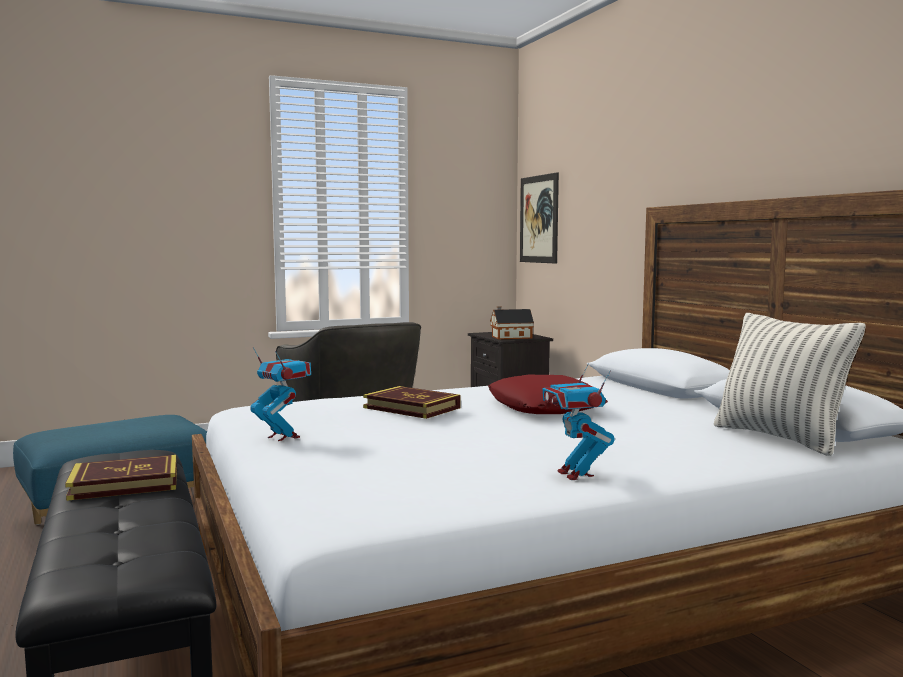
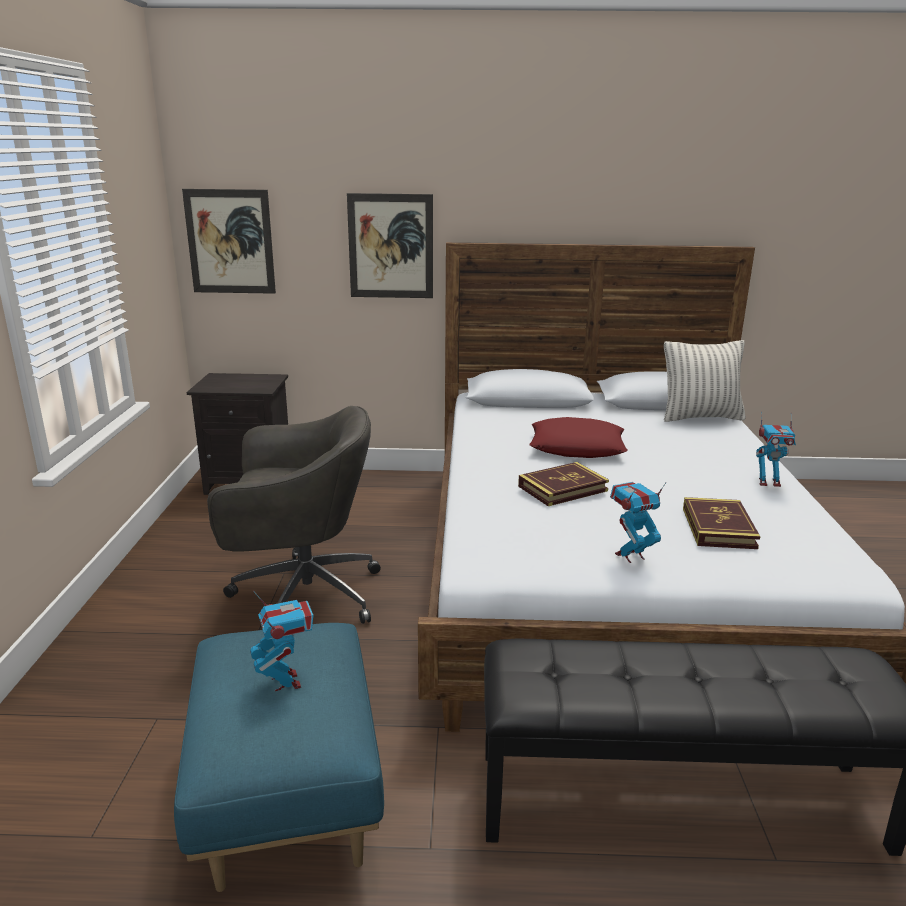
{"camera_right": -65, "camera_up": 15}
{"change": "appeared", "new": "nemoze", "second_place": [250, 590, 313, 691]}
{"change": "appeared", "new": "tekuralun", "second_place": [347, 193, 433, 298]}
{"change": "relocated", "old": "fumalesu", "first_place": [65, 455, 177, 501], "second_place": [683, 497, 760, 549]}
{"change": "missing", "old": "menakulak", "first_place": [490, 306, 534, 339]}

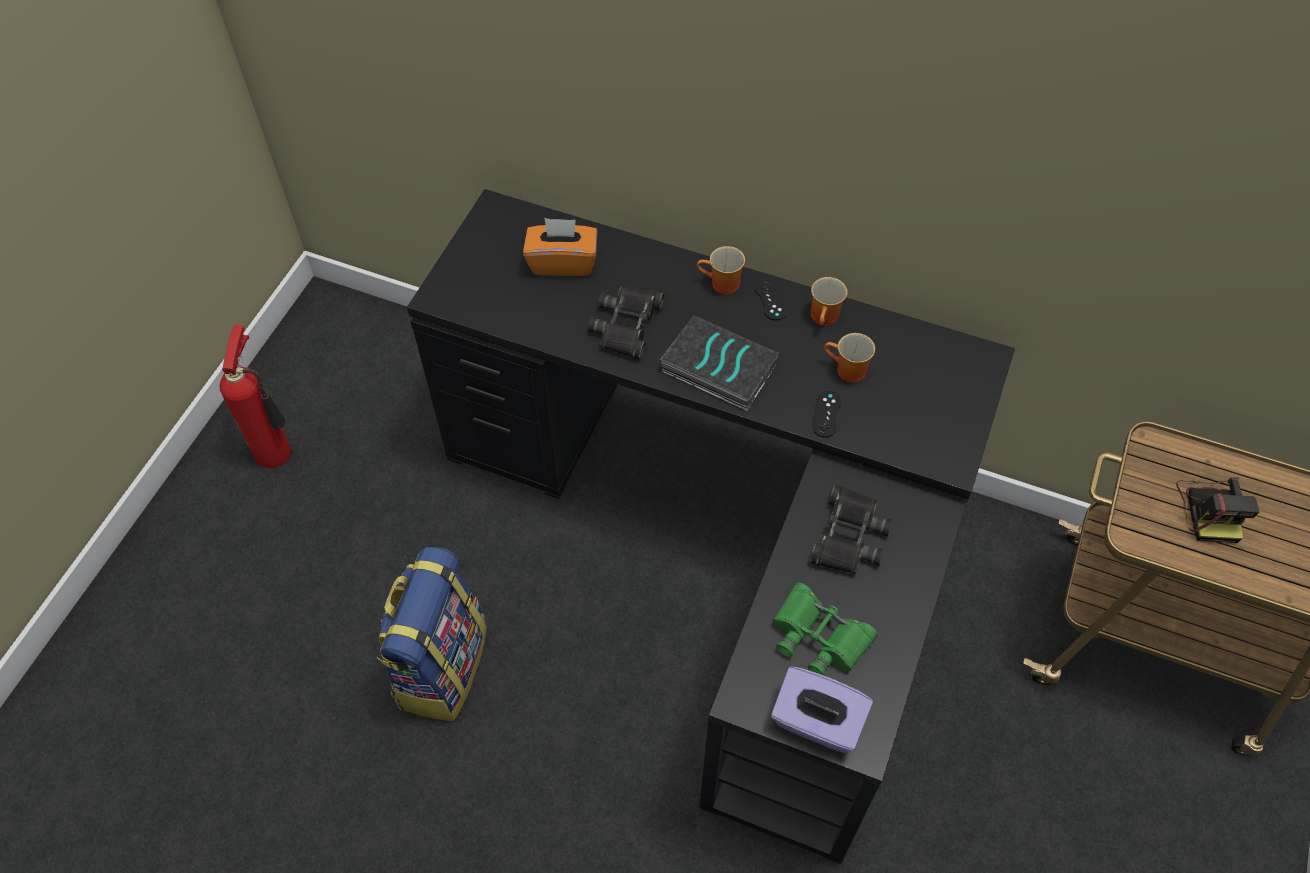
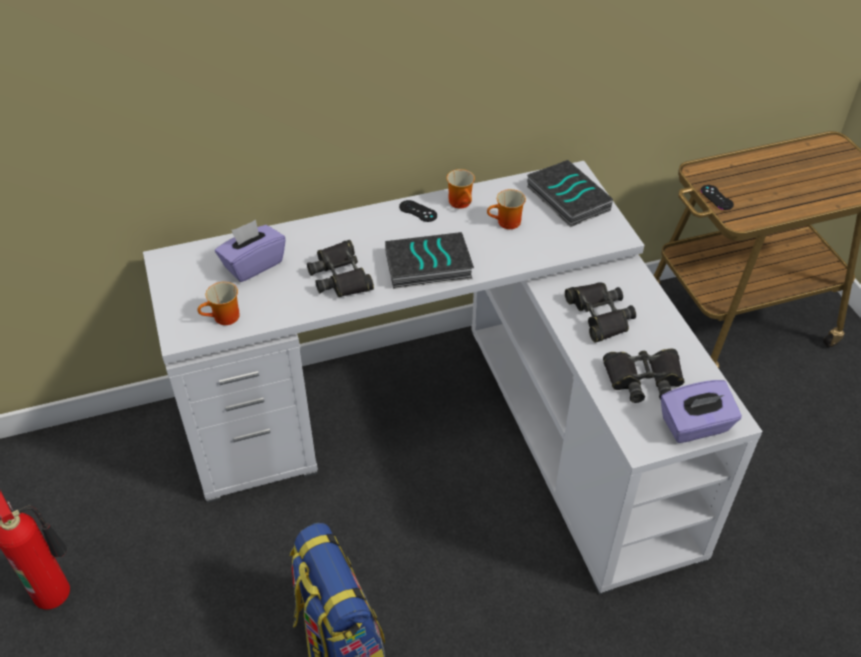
{"camera_right": -40, "camera_up": -10}
{"change": "colour", "old": "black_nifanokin", "new": "white_nifanokin", "first_place": [407, 189, 1015, 864], "second_place": [143, 161, 762, 595]}
{"change": "relocated", "old": "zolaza", "first_place": [697, 246, 745, 294], "second_place": [197, 282, 240, 325]}
{"change": "colour", "old": "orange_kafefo", "new": "purple_kafefo", "first_place": [523, 218, 597, 276], "second_place": [215, 220, 286, 282]}
{"change": "appeared", "new": "fumalesu", "second_place": [527, 160, 613, 227]}
{"change": "colour", "old": "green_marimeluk", "new": "black_marimeluk", "first_place": [773, 582, 878, 676], "second_place": [603, 349, 685, 403]}
{"change": "relocated", "old": "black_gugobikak", "first_place": [812, 391, 841, 438], "second_place": [701, 185, 734, 210]}
{"change": "missing", "old": "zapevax", "first_place": [1176, 477, 1260, 543]}

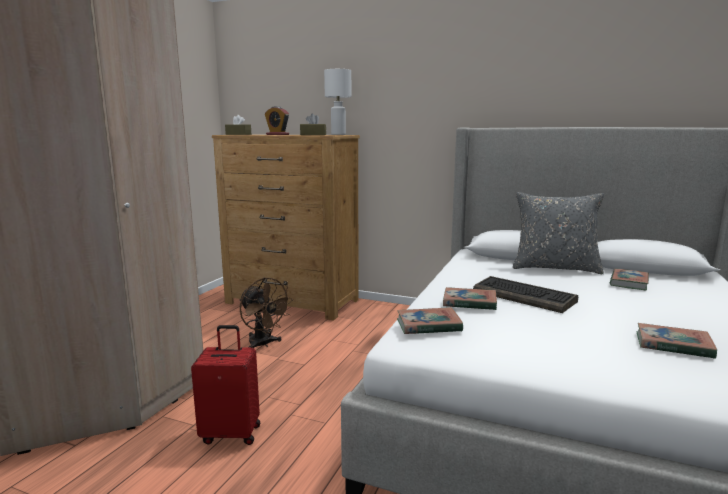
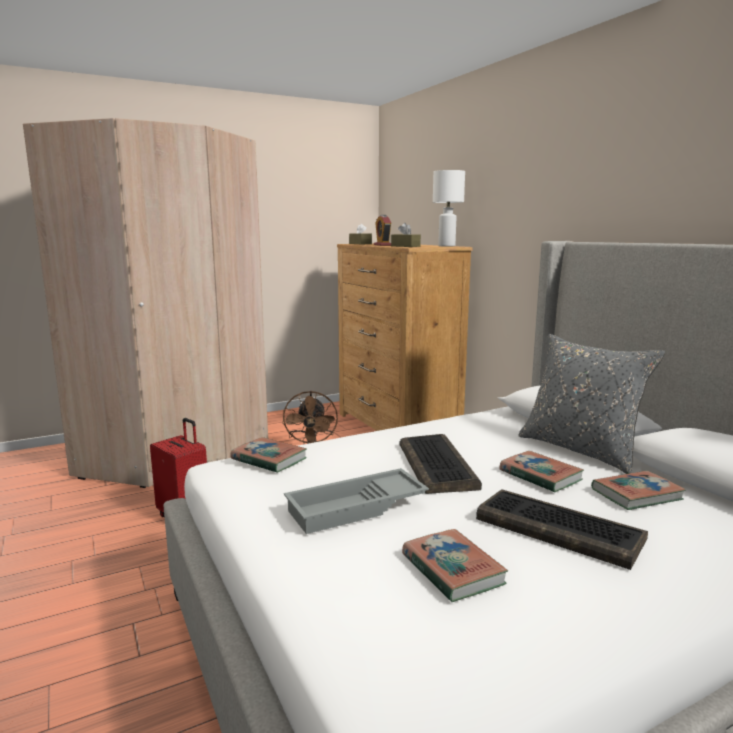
{"camera_right": 40, "camera_up": 0}
{"change": "appeared", "new": "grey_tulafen", "second_place": [284, 468, 429, 534]}
{"change": "appeared", "new": "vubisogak", "second_place": [476, 490, 648, 570]}
{"change": "relocated", "old": "fumalesu", "first_place": [443, 287, 497, 310], "second_place": [500, 451, 584, 493]}

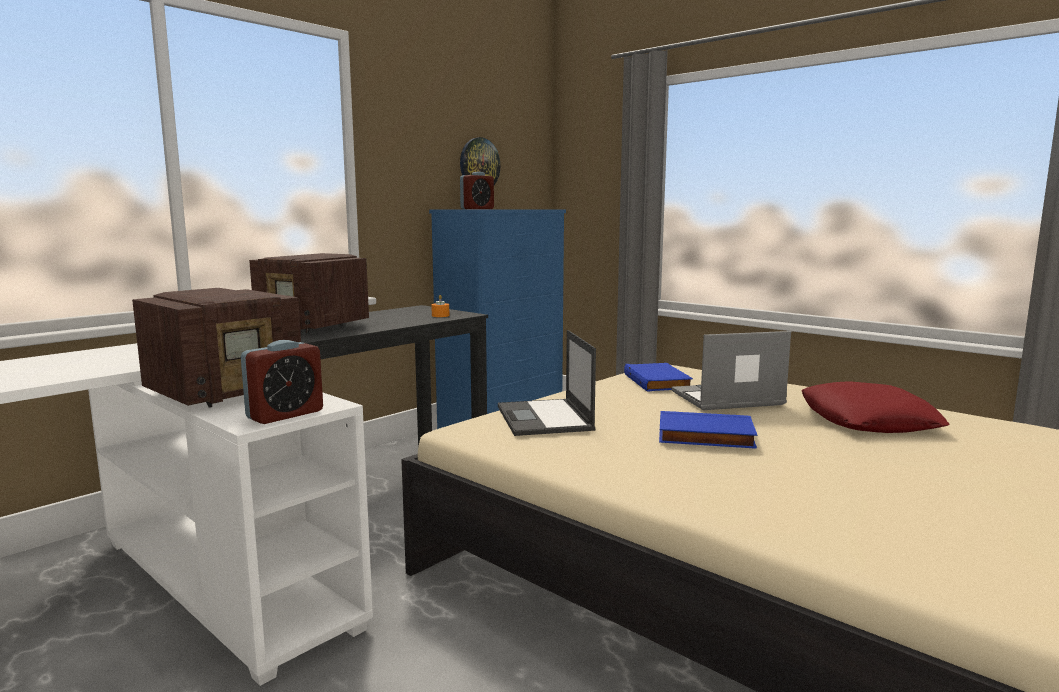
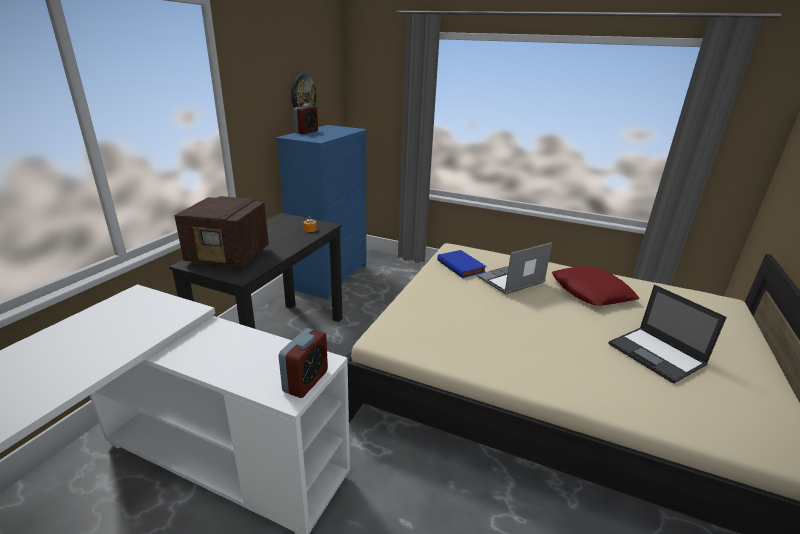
{"camera_right": -20, "camera_up": 15}
{"change": "relocated", "old": "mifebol", "first_place": [498, 330, 596, 436], "second_place": [609, 284, 727, 384]}
{"change": "missing", "old": "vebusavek", "first_place": [132, 288, 301, 408]}
{"change": "missing", "old": "blue_fumalesu", "first_place": [659, 411, 758, 449]}

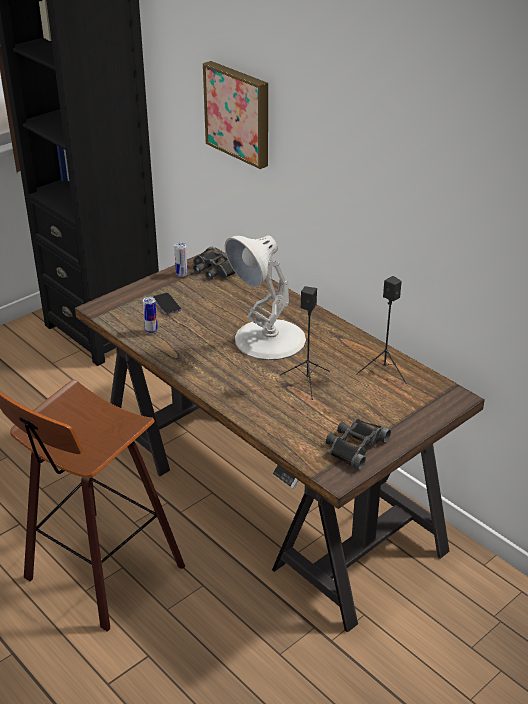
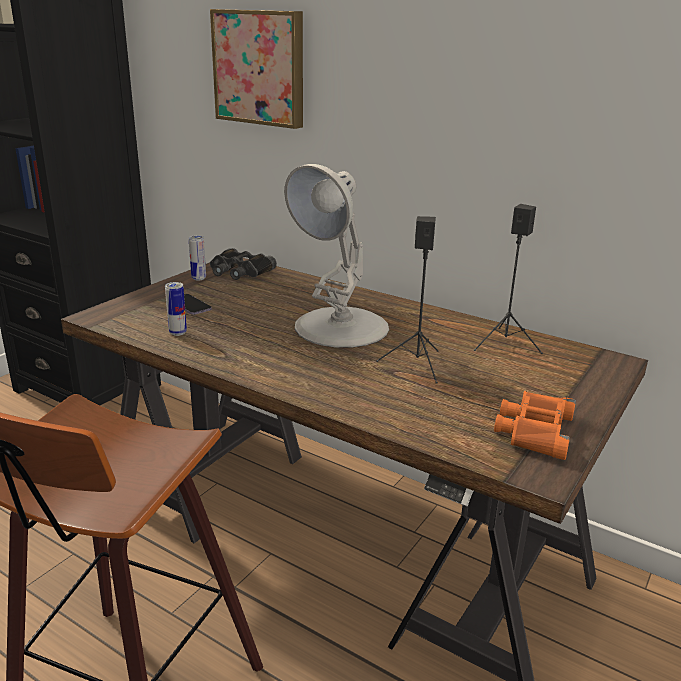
{"camera_right": -15, "camera_up": -10}
{"change": "colour", "old": "black_marimeluk", "new": "orange_marimeluk", "first_place": [326, 418, 391, 470], "second_place": [494, 391, 576, 460]}

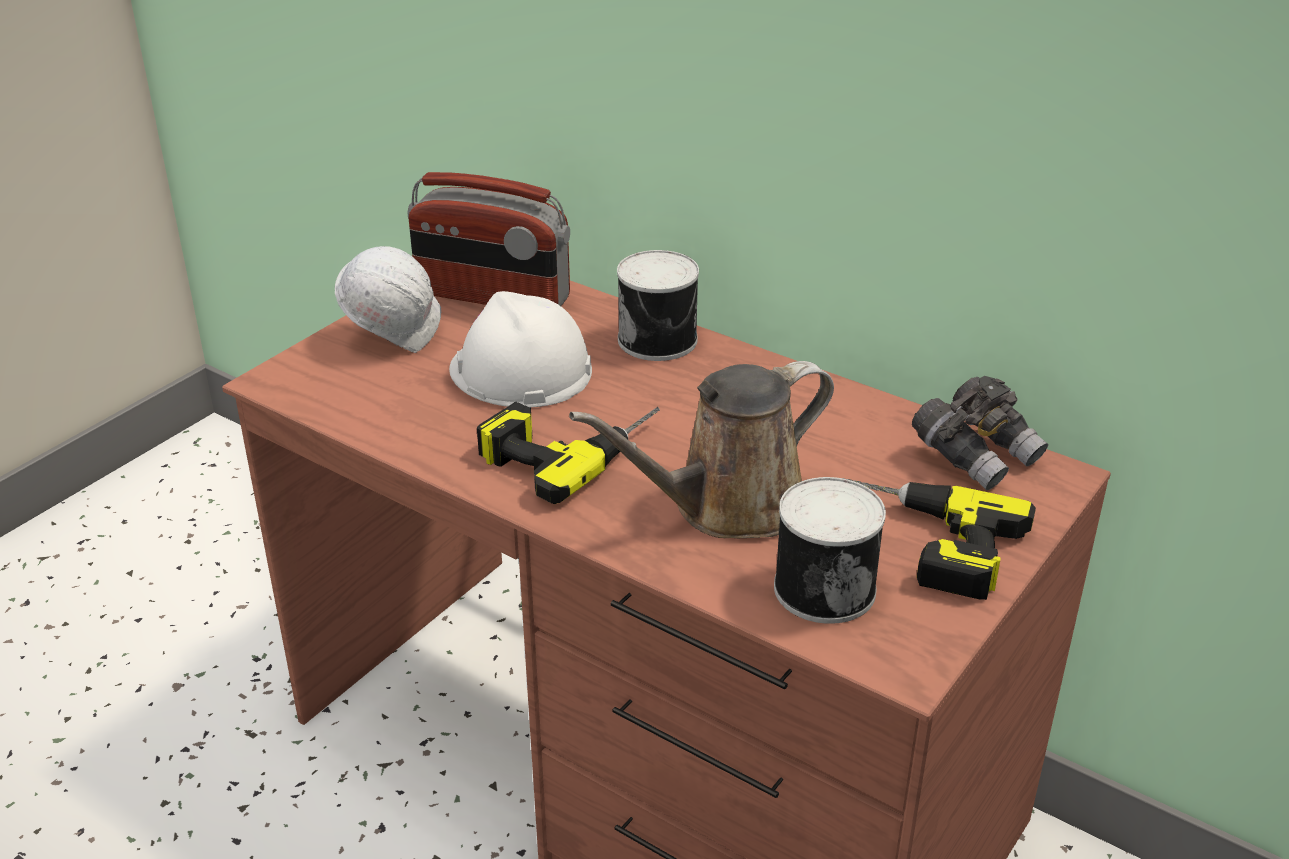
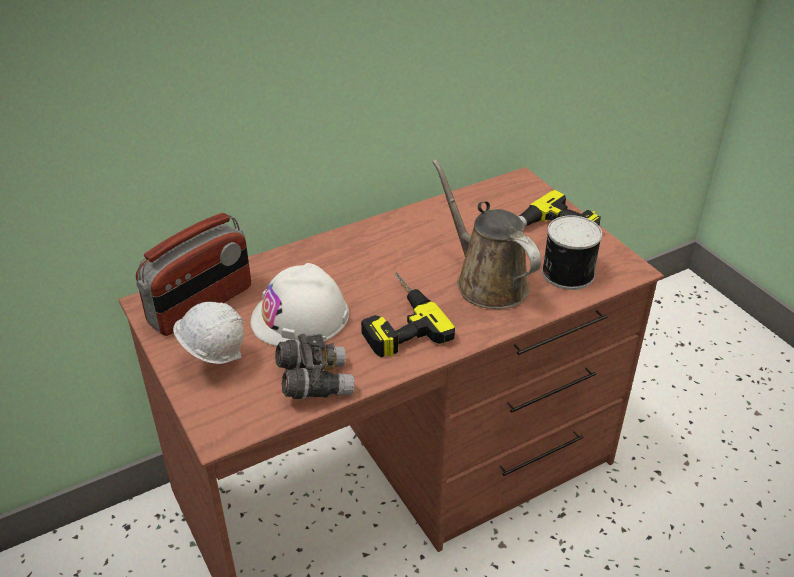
{"camera_right": -65, "camera_up": 5}
{"change": "relocated", "old": "grey_marimeluk", "first_place": [912, 376, 1048, 490], "second_place": [275, 334, 354, 399]}
{"change": "spun", "old": "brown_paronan", "first_place": [569, 361, 834, 538], "second_place": [432, 159, 541, 309], "degrees": 150}
{"change": "missing", "old": "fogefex", "first_place": [617, 250, 699, 361]}

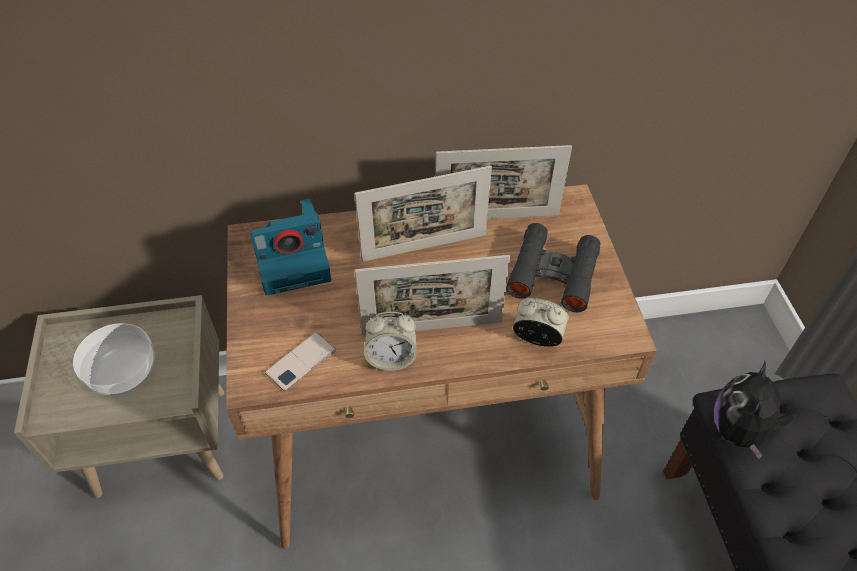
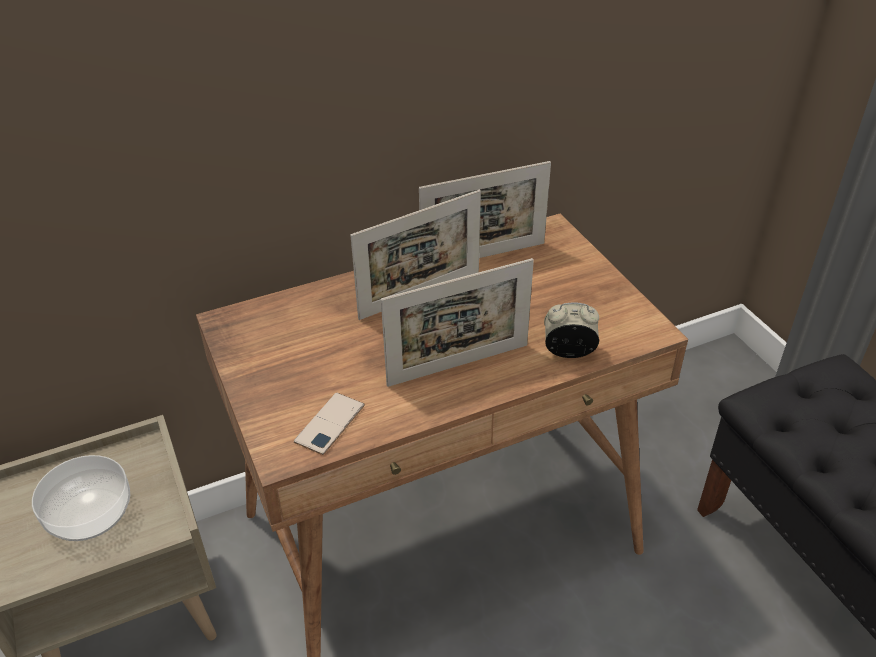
{"camera_right": -15, "camera_up": -10}
{"change": "missing", "old": "zapevax", "first_place": [250, 199, 331, 295]}
{"change": "missing", "old": "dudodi", "first_place": [364, 311, 417, 371]}
{"change": "missing", "old": "black_marimeluk", "first_place": [506, 223, 600, 312]}
{"change": "missing", "old": "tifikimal", "first_place": [714, 361, 794, 459]}

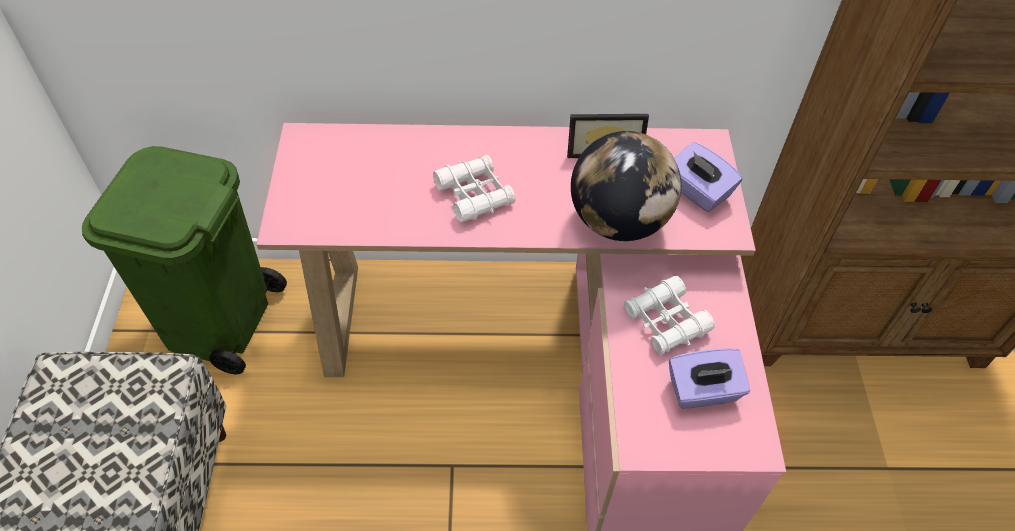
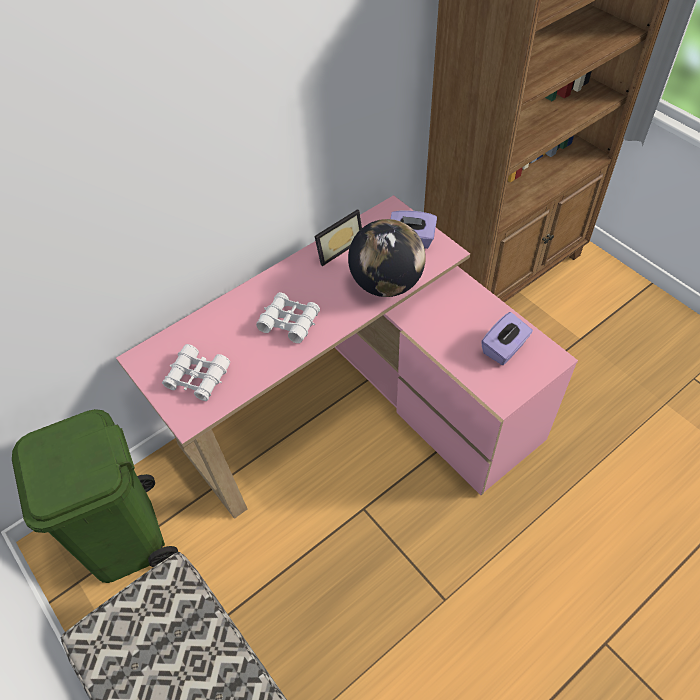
{"camera_right": -35, "camera_up": 0}
{"change": "relocated", "old": "white_marimeluk", "first_place": [624, 276, 715, 355], "second_place": [162, 344, 230, 401]}

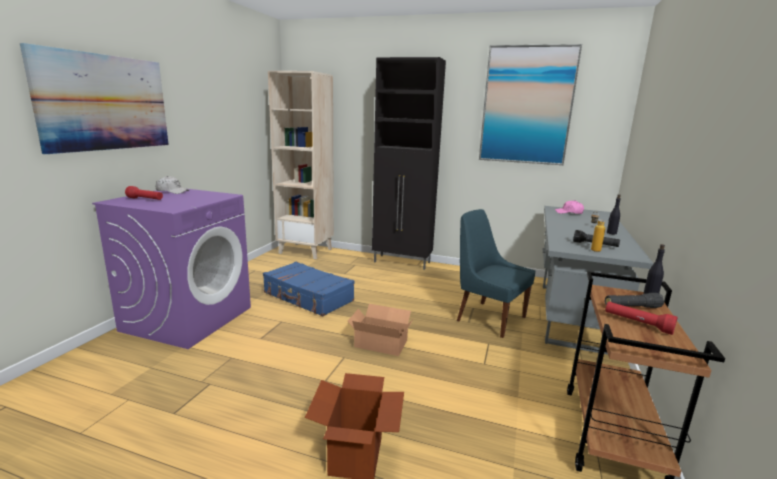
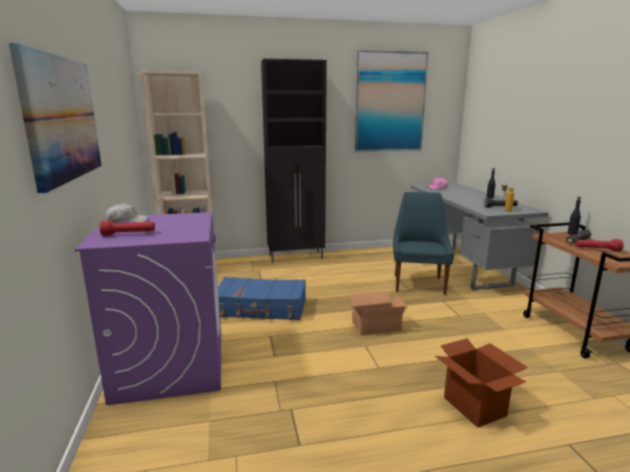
{"camera_right": -30, "camera_up": 0}
{"change": "spun", "old": "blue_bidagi", "first_place": [457, 209, 535, 338], "second_place": [393, 192, 454, 295], "degrees": 90}

